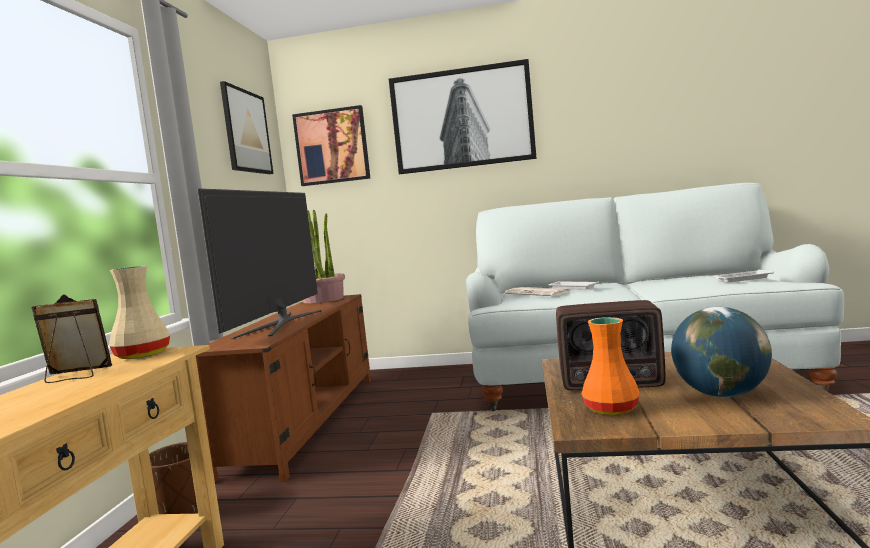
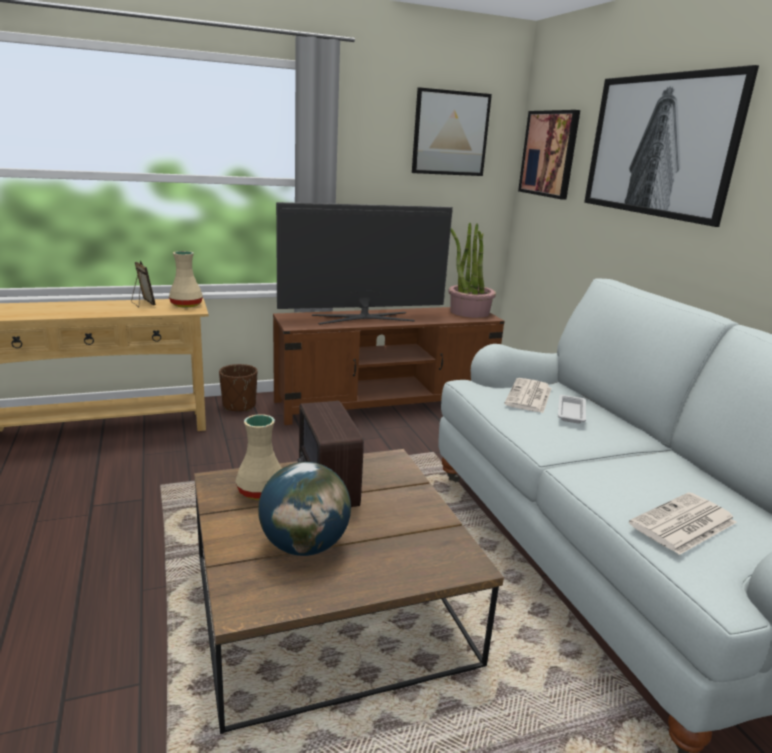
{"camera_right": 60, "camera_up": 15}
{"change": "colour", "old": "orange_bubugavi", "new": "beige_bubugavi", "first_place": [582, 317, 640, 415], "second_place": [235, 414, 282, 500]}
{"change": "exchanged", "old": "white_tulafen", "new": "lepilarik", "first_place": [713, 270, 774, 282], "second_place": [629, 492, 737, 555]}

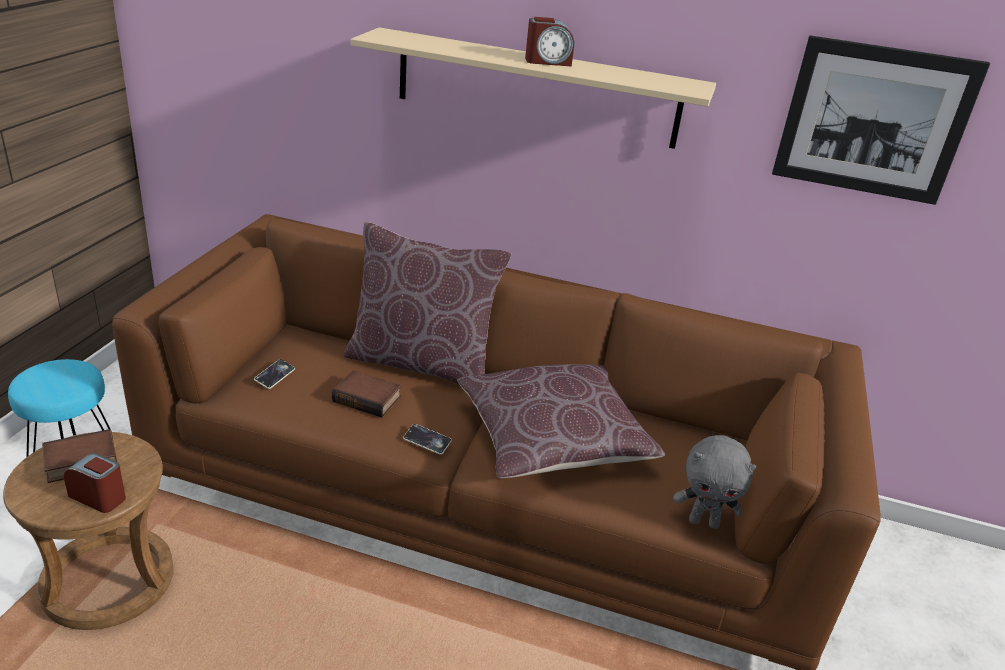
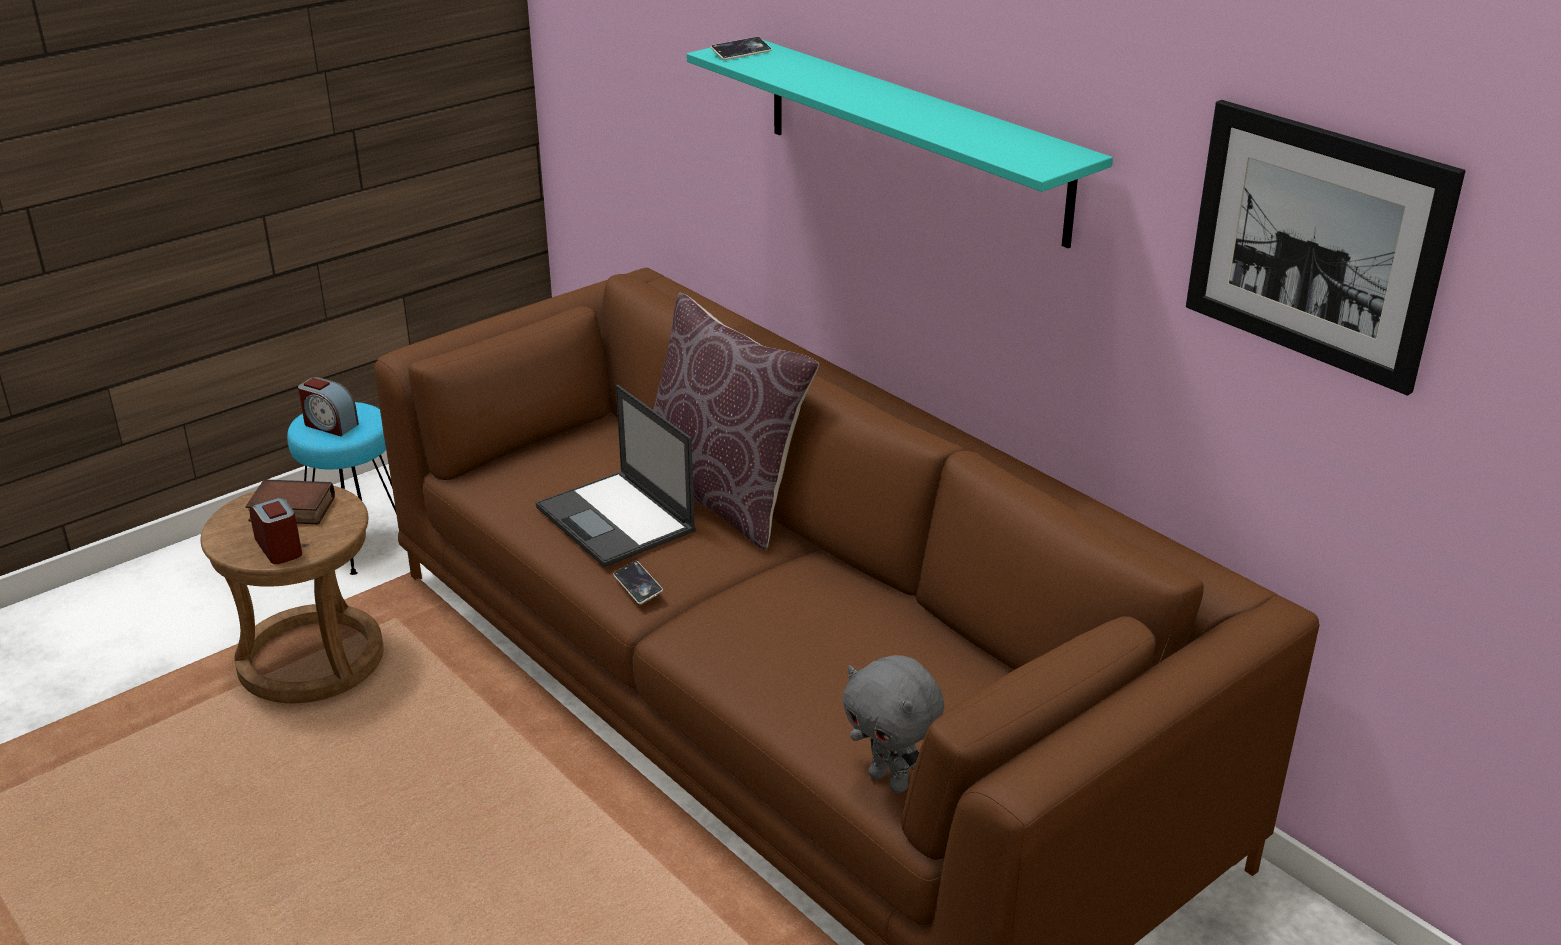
{"camera_right": 35, "camera_up": 0}
{"change": "relocated", "old": "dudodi", "first_place": [525, 17, 574, 67], "second_place": [298, 377, 359, 436]}
{"change": "exchanged", "old": "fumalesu", "new": "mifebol", "first_place": [332, 370, 401, 417], "second_place": [536, 385, 696, 567]}
{"change": "colour", "old": "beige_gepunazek", "new": "turquoise_gepunazek", "first_place": [351, 27, 716, 149], "second_place": [687, 40, 1113, 248]}
{"change": "relocated", "old": "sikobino", "first_place": [254, 359, 295, 389], "second_place": [710, 37, 772, 60]}
{"change": "missing", "old": "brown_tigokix", "first_place": [457, 364, 665, 478]}

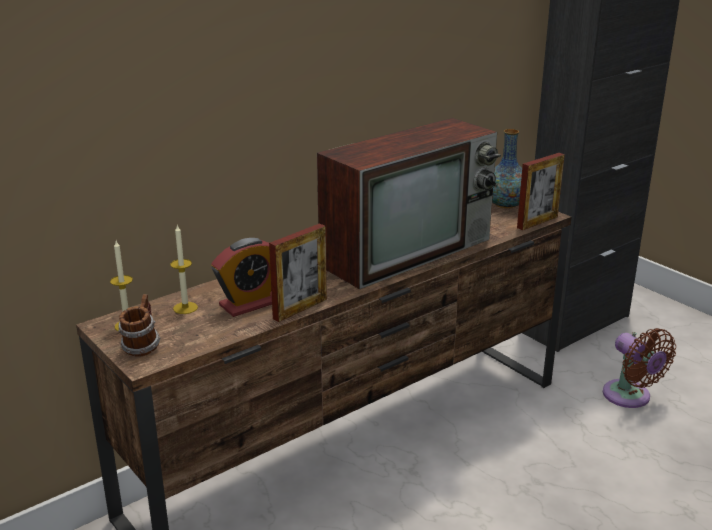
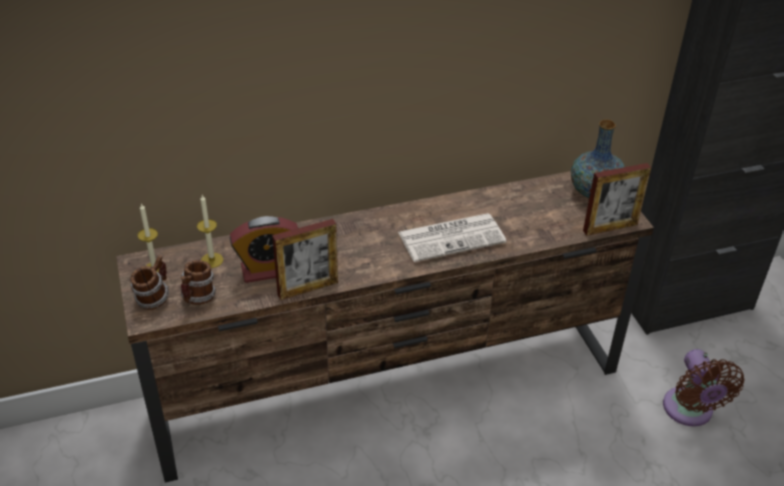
{"camera_right": 20, "camera_up": 15}
{"change": "appeared", "new": "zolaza", "second_place": [180, 260, 216, 305]}
{"change": "exchanged", "old": "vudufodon", "new": "lepilarik", "first_place": [317, 118, 501, 289], "second_place": [398, 213, 506, 262]}

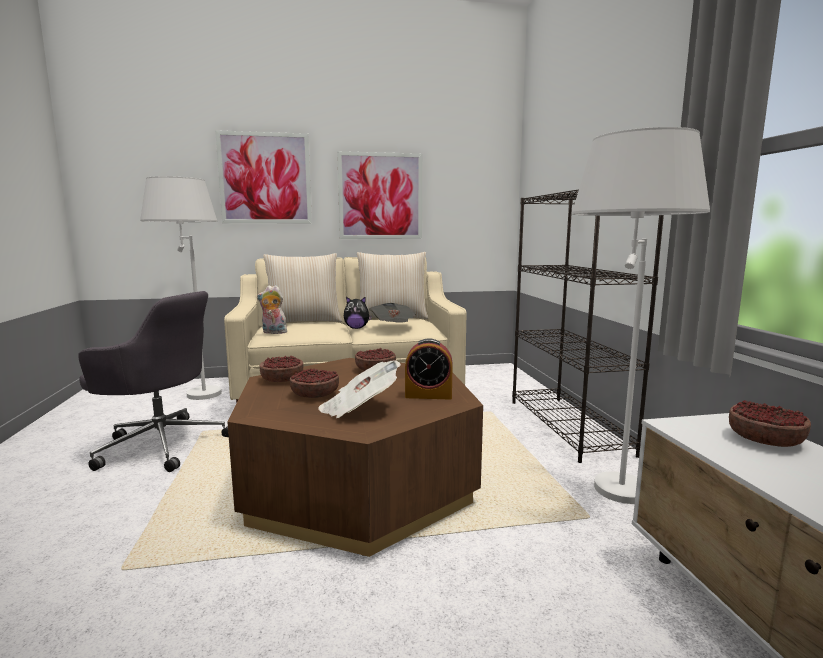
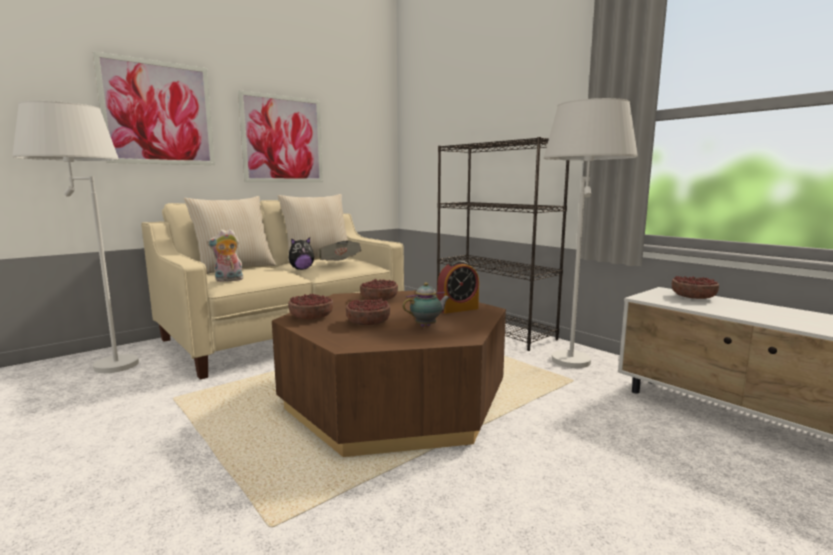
{"camera_right": -30, "camera_up": 0}
{"change": "exchanged", "old": "lepilarik", "new": "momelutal", "first_place": [318, 361, 401, 418], "second_place": [403, 282, 450, 327]}
{"change": "missing", "old": "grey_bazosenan", "first_place": [78, 291, 229, 472]}

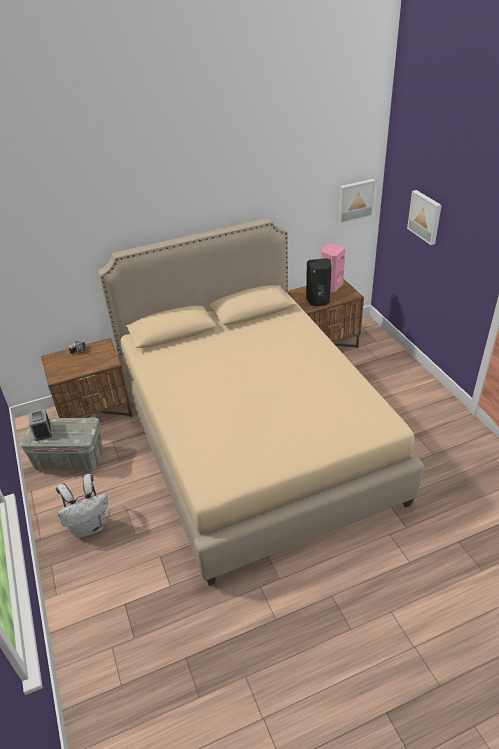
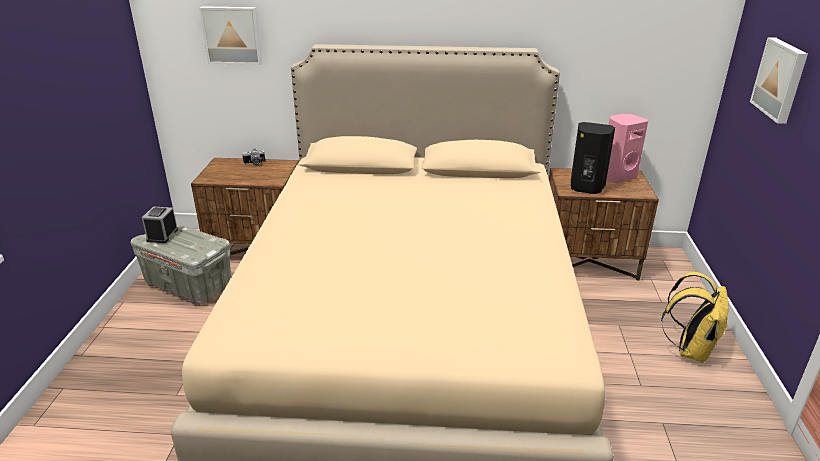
{"camera_right": 25, "camera_up": -10}
{"change": "relocated", "old": "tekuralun", "first_place": [338, 179, 376, 224], "second_place": [199, 6, 263, 65]}
{"change": "appeared", "new": "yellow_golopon", "second_place": [661, 272, 729, 363]}
{"change": "missing", "old": "white_golopon", "first_place": [56, 474, 108, 538]}

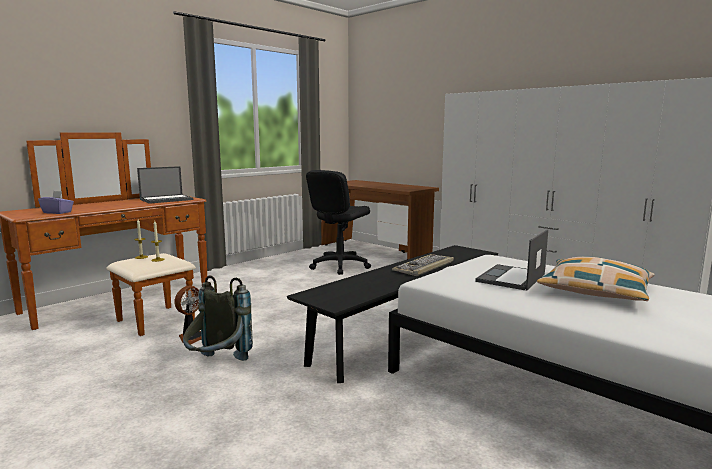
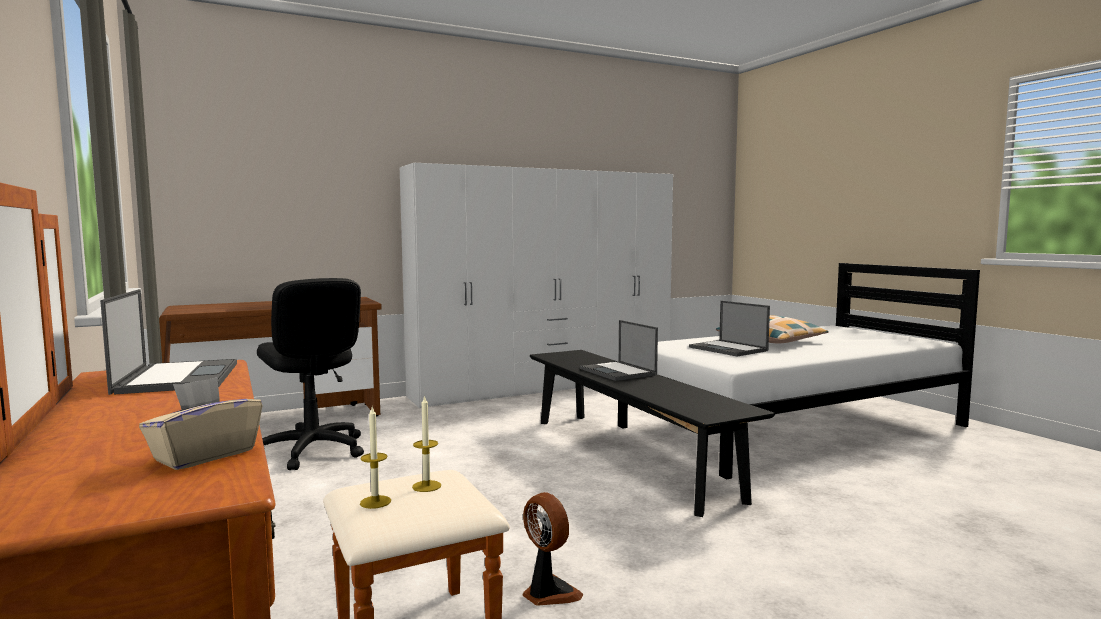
{"camera_right": -70, "camera_up": -5}
{"change": "colour", "old": "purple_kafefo", "new": "beige_kafefo", "first_place": [38, 191, 74, 214], "second_place": [139, 377, 263, 470]}
{"change": "exchanged", "old": "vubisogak", "new": "mifebol", "first_place": [392, 254, 454, 276], "second_place": [580, 320, 658, 381]}
{"change": "missing", "old": "grey_golopon", "first_place": [183, 275, 253, 361]}

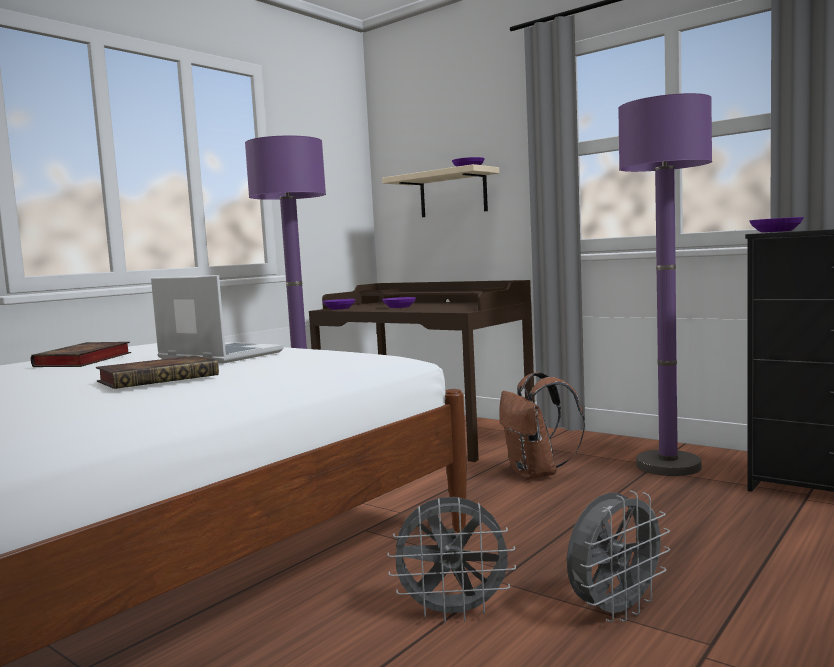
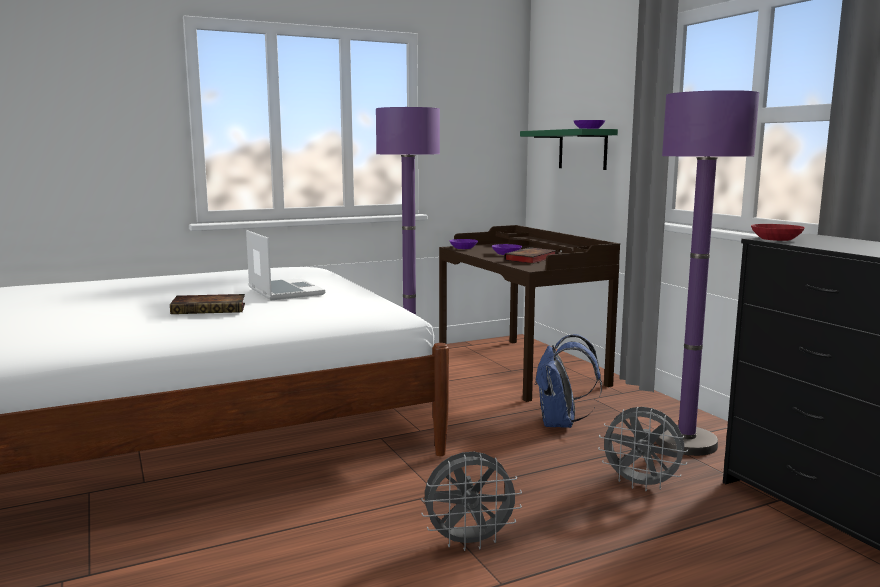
{"camera_right": 25, "camera_up": 5}
{"change": "relocated", "old": "fumalesu", "first_place": [31, 342, 131, 367], "second_place": [504, 247, 557, 264]}
{"change": "colour", "old": "beige_gepunazek", "new": "green_gepunazek", "first_place": [382, 164, 499, 217], "second_place": [520, 129, 618, 170]}
{"change": "colour", "old": "brown_golopon", "new": "blue_golopon", "first_place": [499, 372, 585, 480], "second_place": [534, 334, 602, 428]}
{"change": "relocated", "old": "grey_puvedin", "first_place": [387, 497, 516, 623], "second_place": [598, 407, 688, 491]}
{"change": "colour", "old": "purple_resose", "new": "red_resose", "first_place": [749, 217, 804, 233], "second_place": [751, 224, 805, 241]}

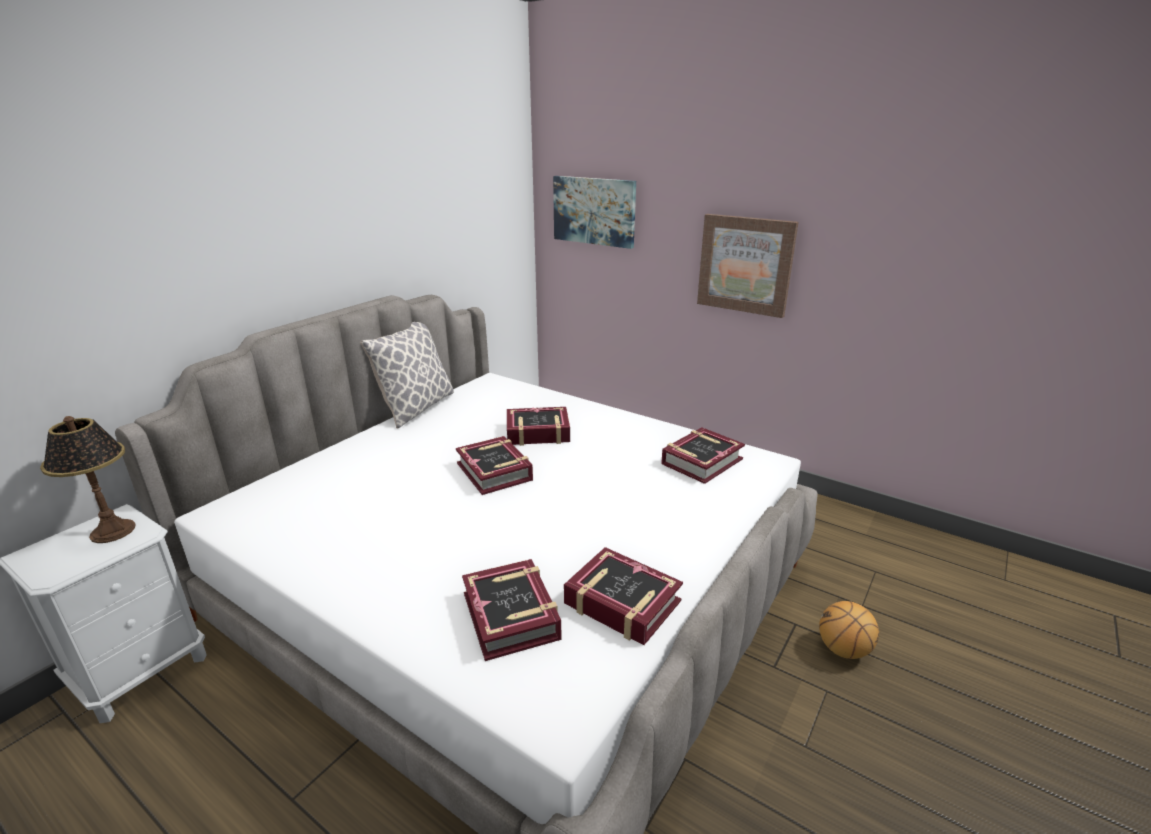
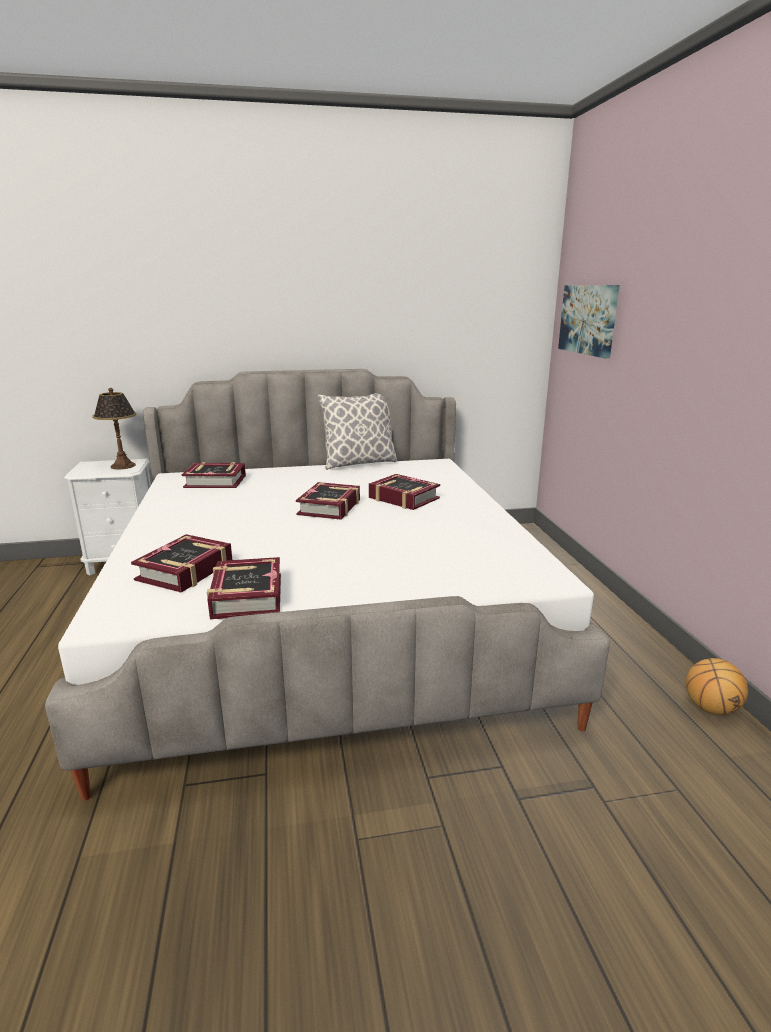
{"camera_right": 45, "camera_up": -5}
{"change": "relocated", "old": "fumalesu", "first_place": [661, 427, 745, 484], "second_place": [182, 462, 246, 488]}
{"change": "relocated", "old": "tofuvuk", "first_place": [819, 601, 879, 659], "second_place": [686, 658, 748, 715]}
{"change": "missing", "old": "tekuralun", "first_place": [697, 214, 799, 318]}

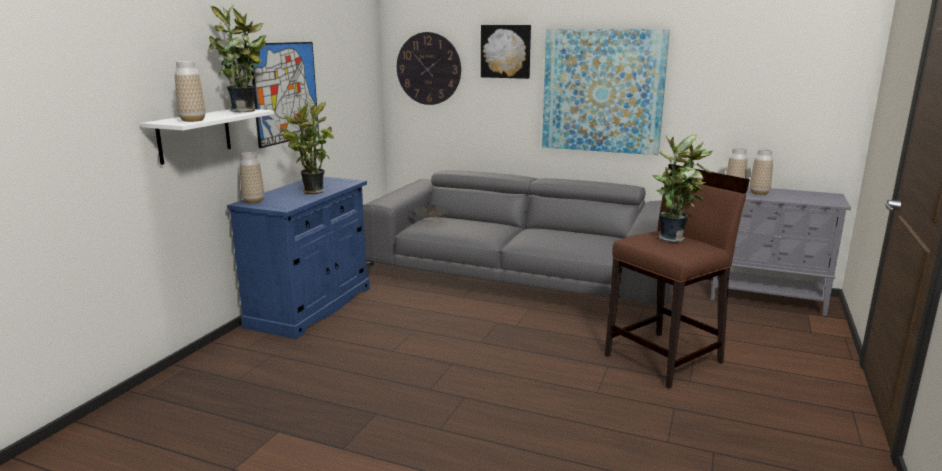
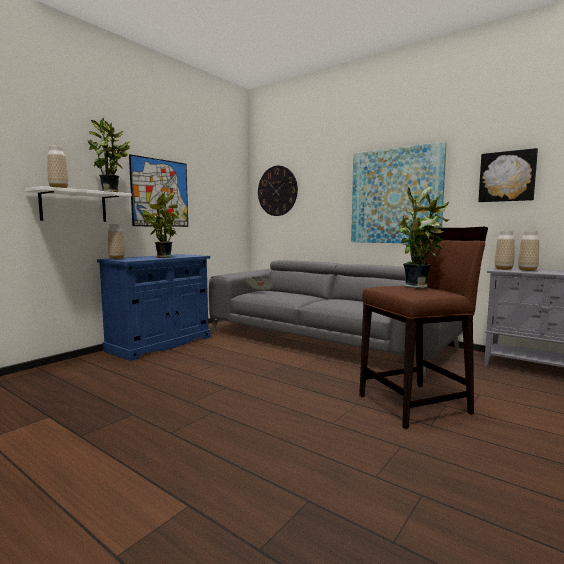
{"camera_right": 15, "camera_up": -10}
{"change": "relocated", "old": "tekuralun", "first_place": [481, 25, 531, 79], "second_place": [478, 148, 538, 202]}

